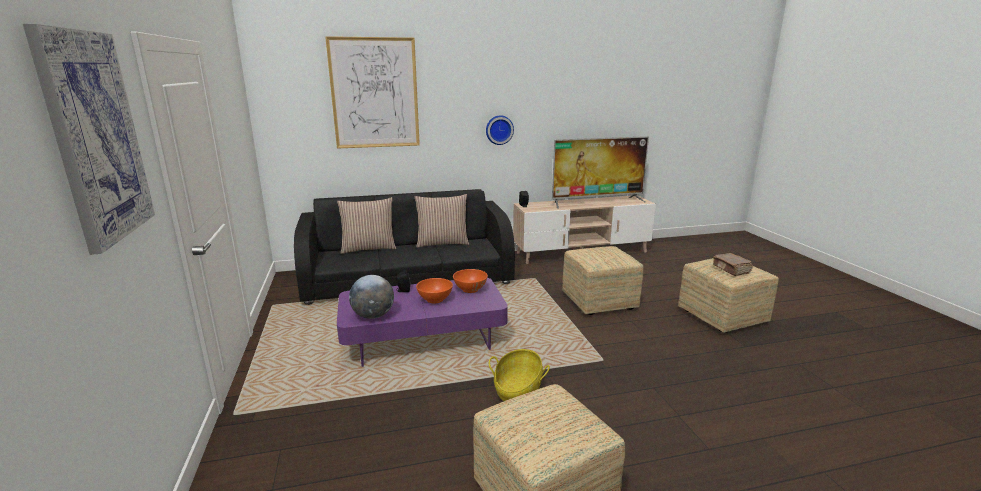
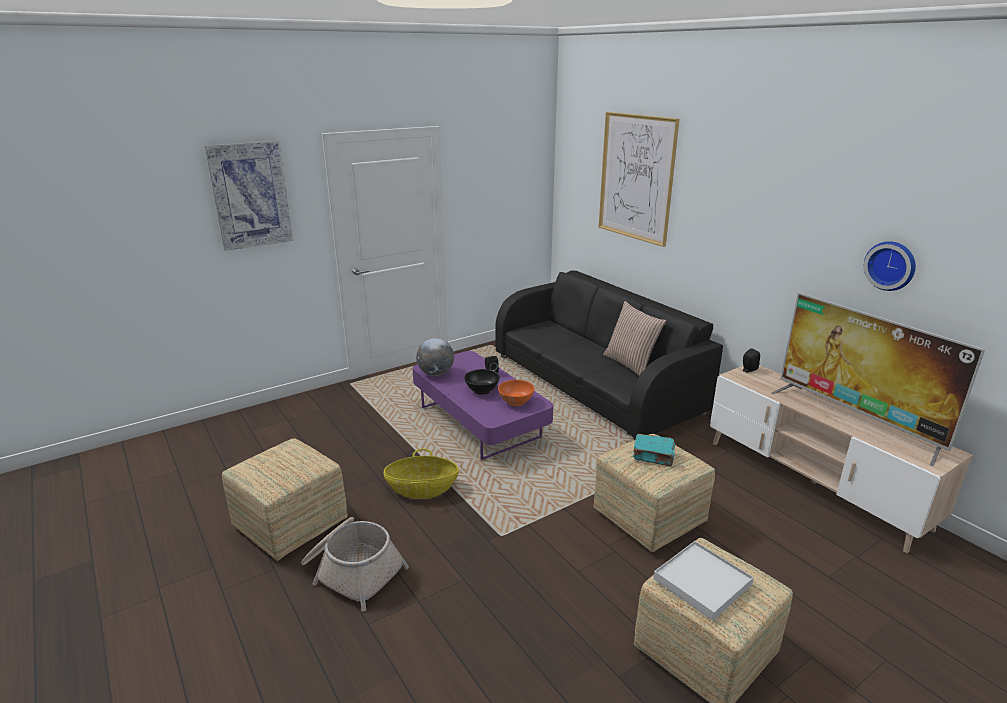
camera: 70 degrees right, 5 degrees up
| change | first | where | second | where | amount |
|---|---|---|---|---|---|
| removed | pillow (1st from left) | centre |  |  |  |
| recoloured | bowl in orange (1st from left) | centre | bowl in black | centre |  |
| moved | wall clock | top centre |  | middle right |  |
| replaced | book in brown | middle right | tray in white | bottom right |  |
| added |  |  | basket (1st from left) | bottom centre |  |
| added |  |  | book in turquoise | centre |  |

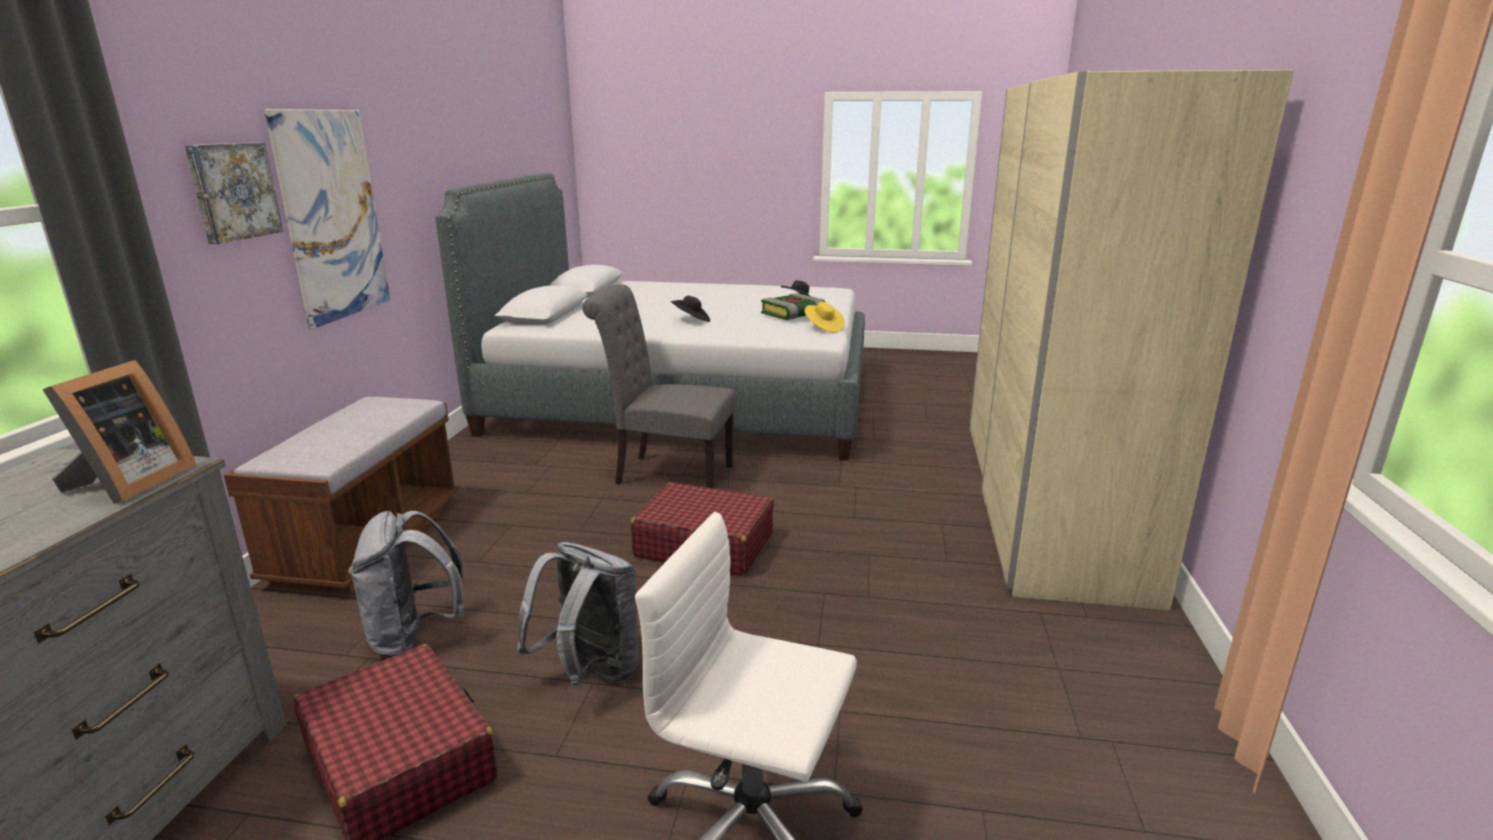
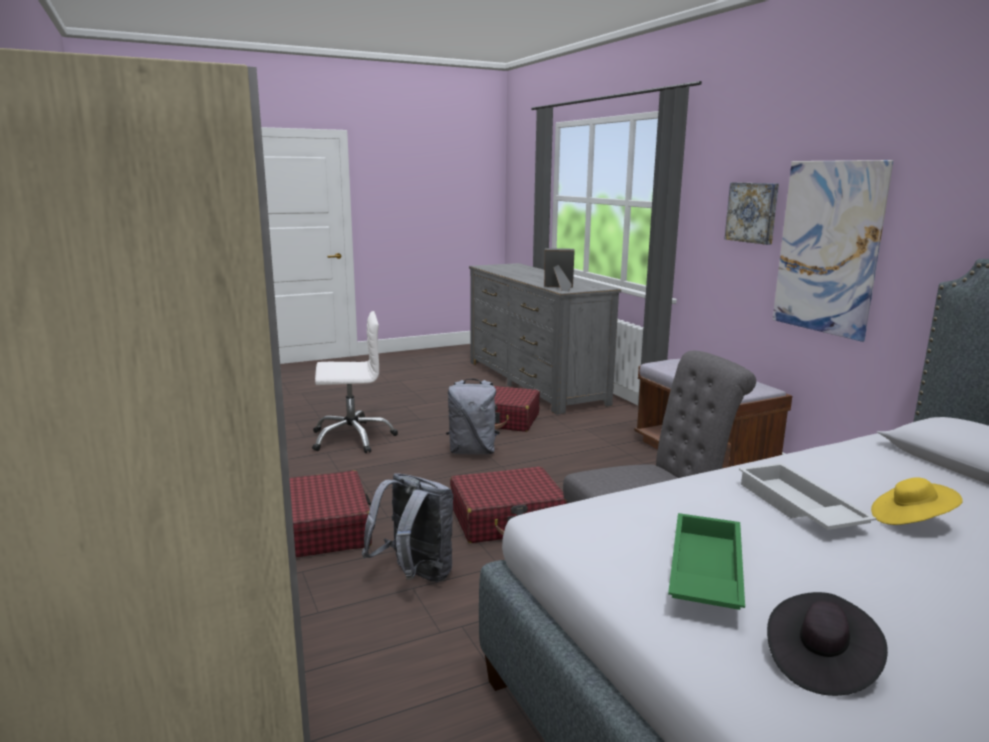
camera: 145 degrees right, 5 degrees down
| change | first | where | second | where | amount |
|---|---|---|---|---|---|
| turned | picture frame | middle left |  | centre | 120 degrees clockwise |
| moved | backpack in grey (1st from left) | bottom left |  | bottom centre |  |
| replaced | hat in black (1st from left) | centre | tray in white | bottom right |  |
| replaced | book | centre | tray in green | bottom right |  |
| moved | hat in yellow | centre |  | bottom right |  |
| added |  |  | suitcase in red (1st from left) | bottom centre |  |

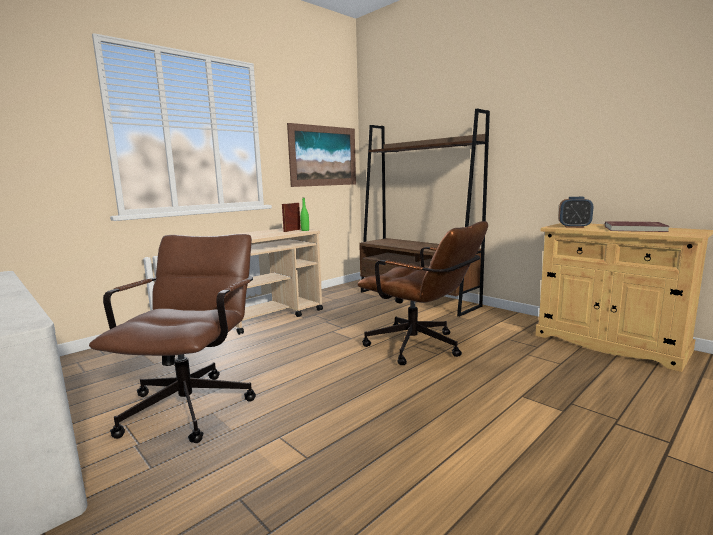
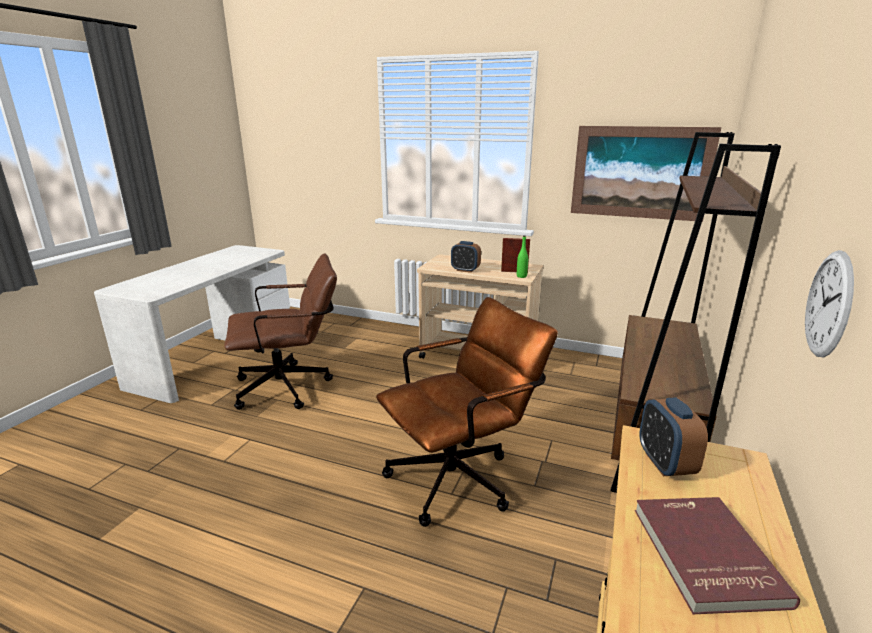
camera: 65 degrees right, 10 degrees up
| change | first | where | second | where | amount |
|---|---|---|---|---|---|
| turned | office chair in brown (2nd from left) | centre |  | centre | 135 degrees counterclockwise |
| added |  |  | alarm clock (1st from left) | centre |  |
| added |  |  | wall clock | middle right |  |

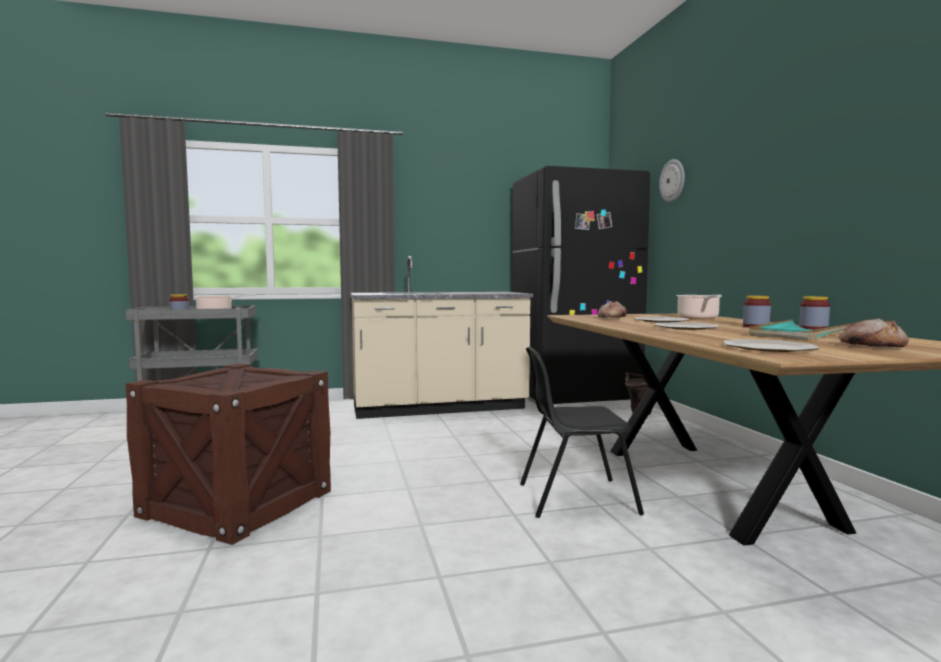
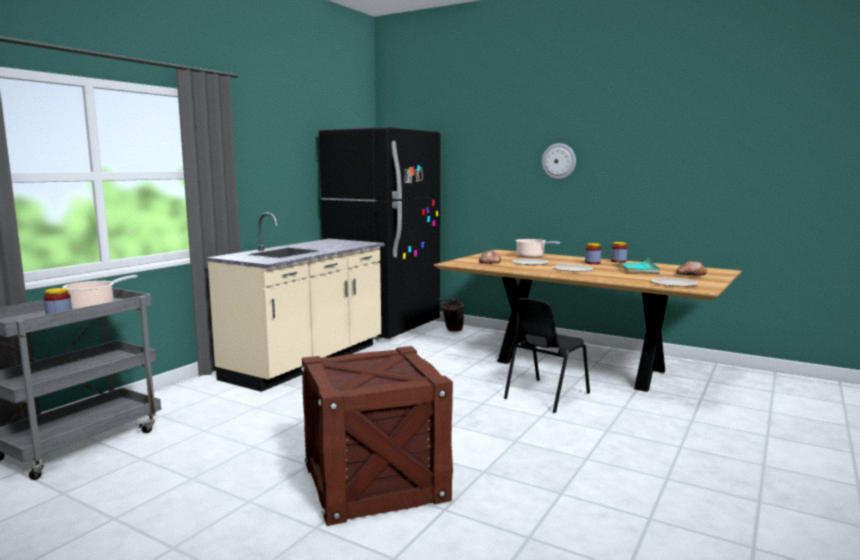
camera: 45 degrees left, 5 degrees up
| change | first | where | second | where | amount |
|---|---|---|---|---|---|
| moved | wall clock | top right |  | top centre |  |

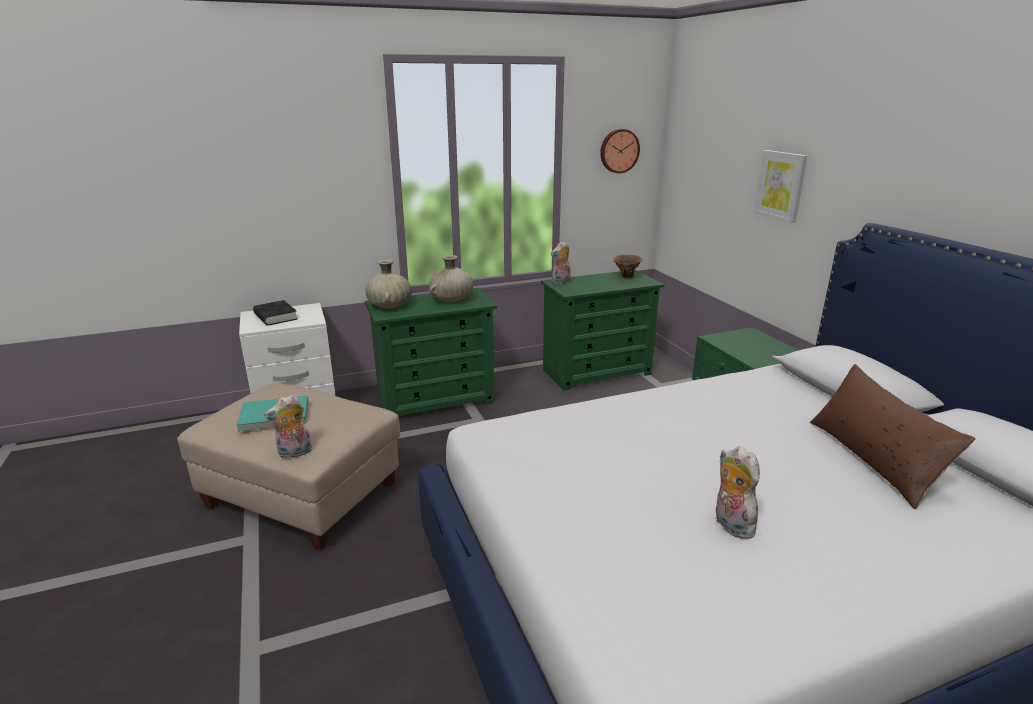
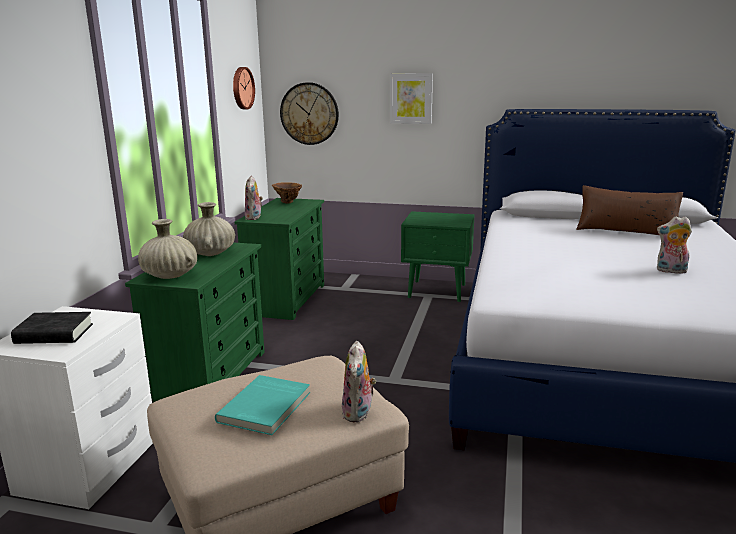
camera: 55 degrees left, 5 degrees down
| change | first | where | second | where | amount |
|---|---|---|---|---|---|
| added |  |  | wall clock (2nd from left) | top centre |  |

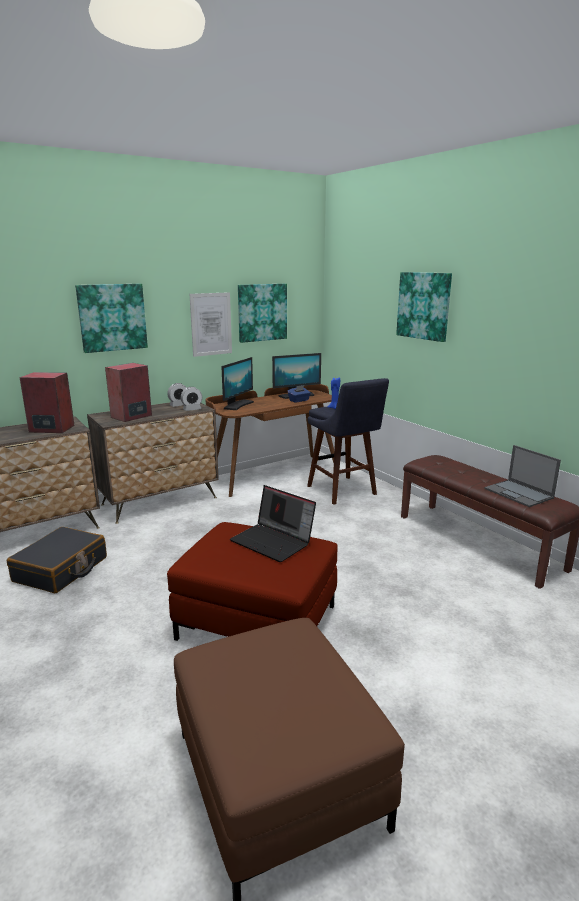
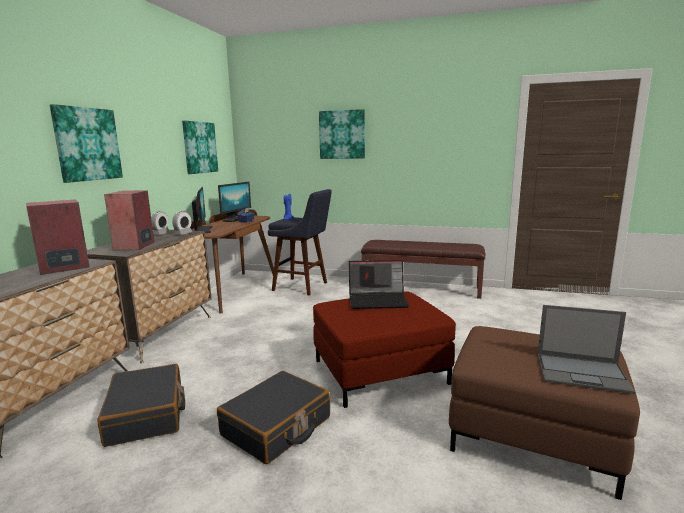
camera: 40 degrees left, 5 degrees down
| change | first | where | second | where | amount |
|---|---|---|---|---|---|
| removed | picture (2nd from left) | centre |  |  |  |
| moved | laptop (2nd from left) | middle right |  | bottom right |  |
| added |  |  | suitcase in black (2nd from left) | bottom centre |  |

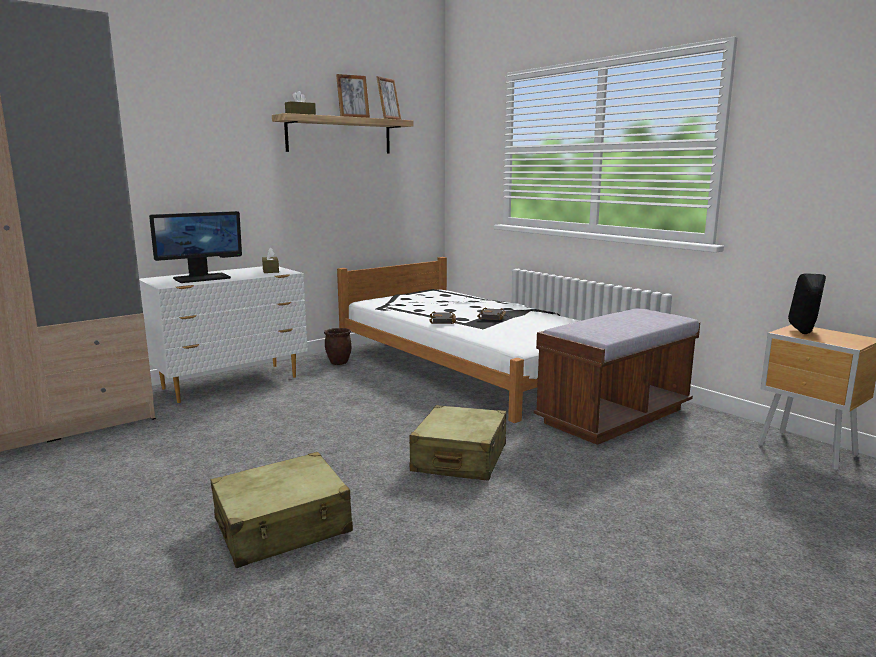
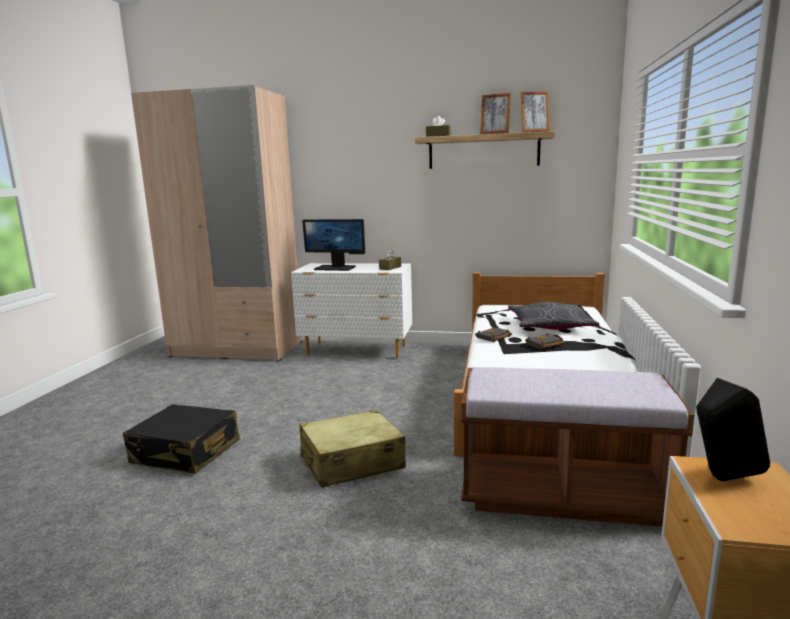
camera: 50 degrees right, 0 degrees up
| change | first | where | second | where | amount |
|---|---|---|---|---|---|
| recoloured | suitcase in beige (1st from left) | bottom left | suitcase in black | bottom left |  |
| removed | planter in brown | centre |  |  |  |
| added |  |  | pillow in grey | middle right |  |

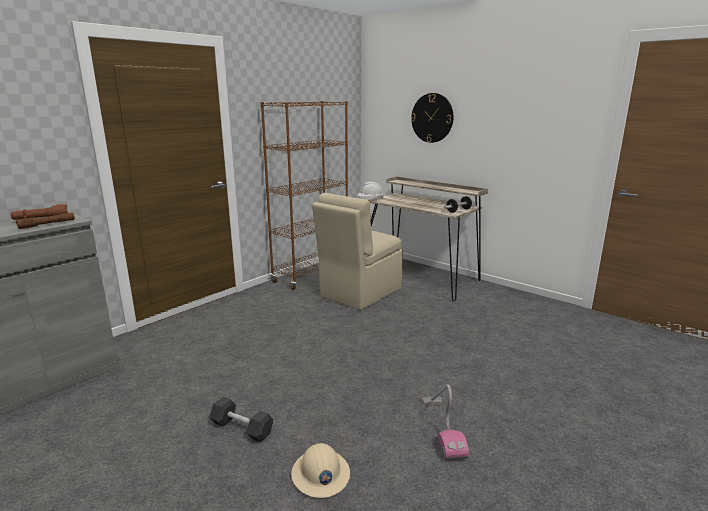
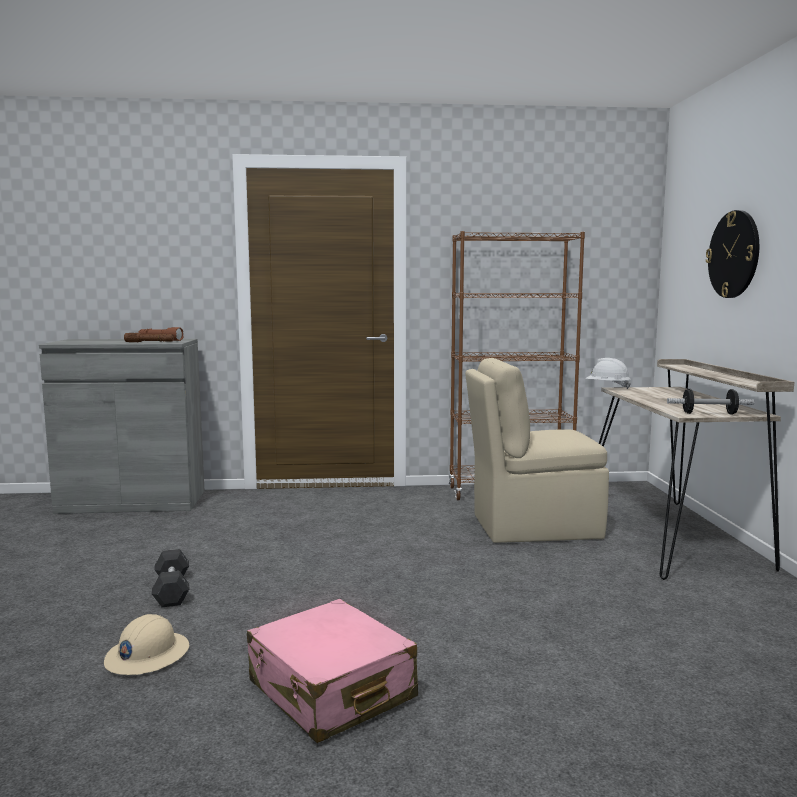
camera: 45 degrees right, 10 degrees down
| change | first | where | second | where | amount |
|---|---|---|---|---|---|
| replaced | vacuum cleaner | bottom centre | suitcase in pink | bottom centre |  |

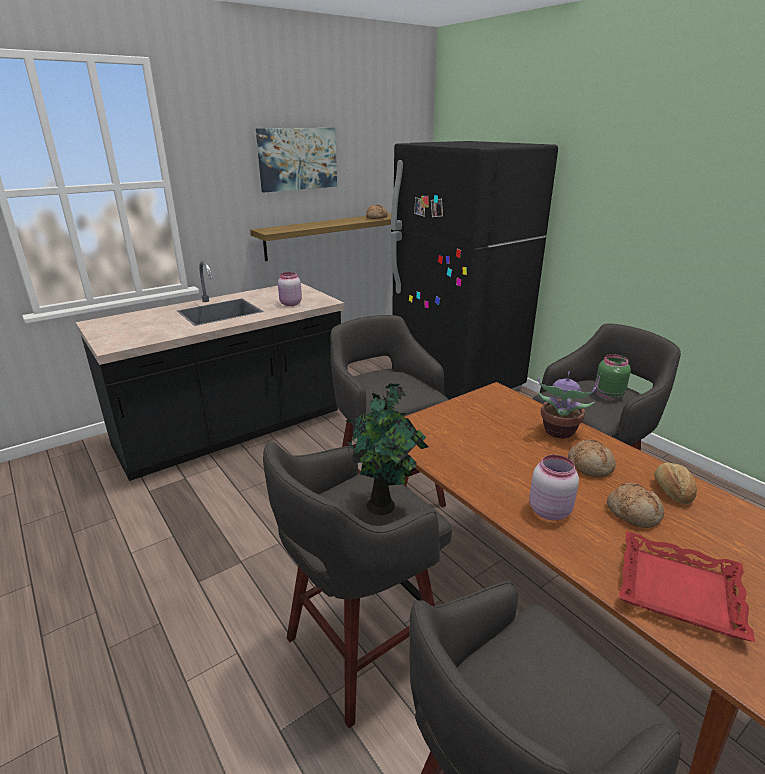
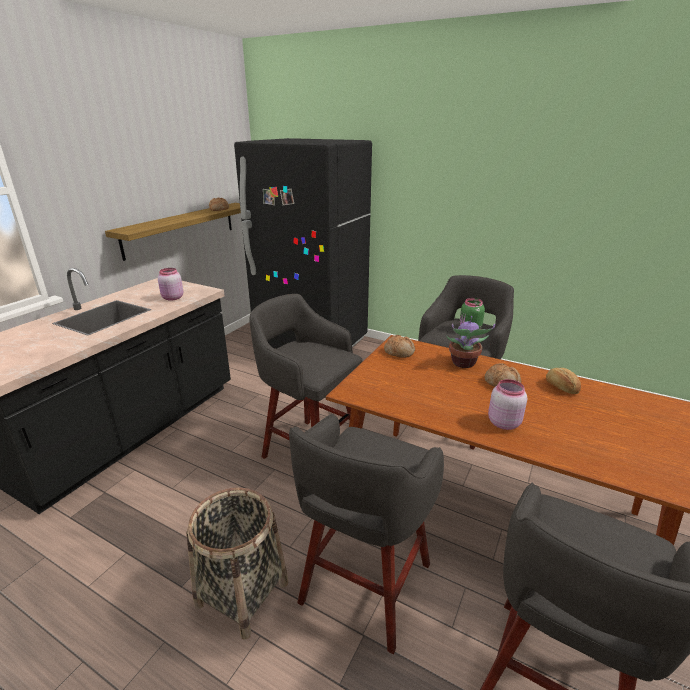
camera: 25 degrees left, 0 degrees up
| change | first | where | second | where | amount |
|---|---|---|---|---|---|
| removed | picture | top centre |  |  |  |
| removed | potted plant (1st from left) | centre |  |  |  |
| moved | bread (3rd from left in the first image) | middle right | bread (2nd from left) | centre |  |
| removed | tray in red | bottom right |  |  |  |
| added |  |  | basket | bottom centre |  |

